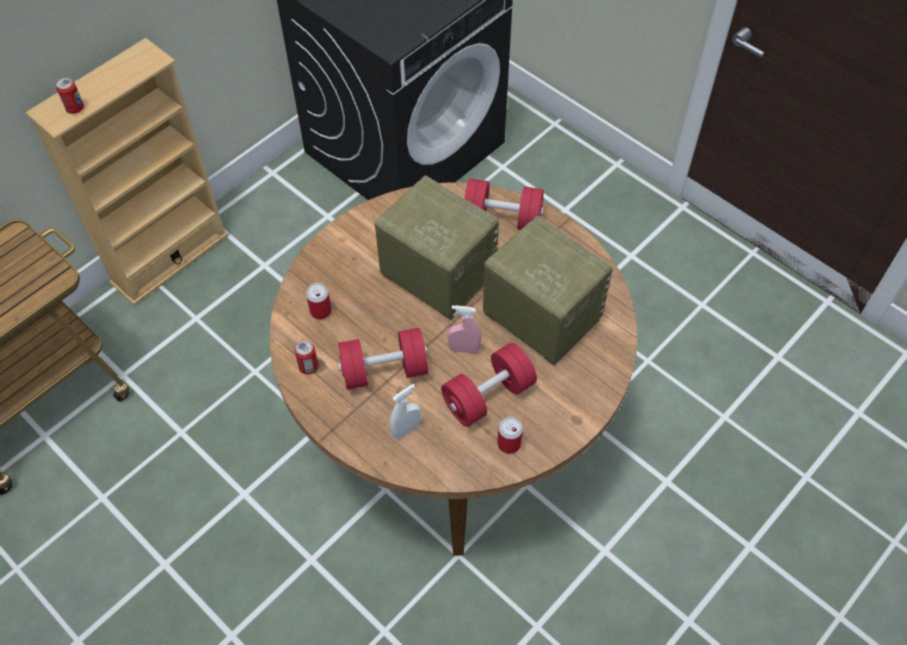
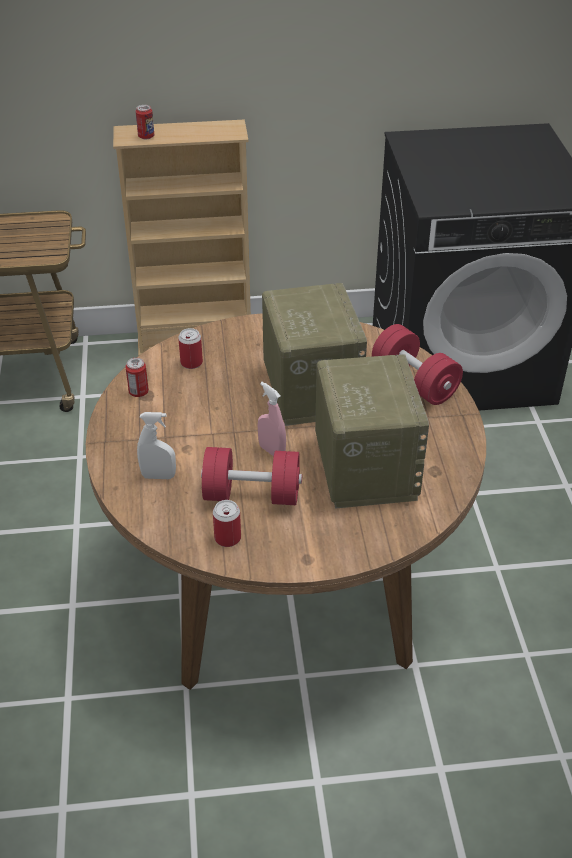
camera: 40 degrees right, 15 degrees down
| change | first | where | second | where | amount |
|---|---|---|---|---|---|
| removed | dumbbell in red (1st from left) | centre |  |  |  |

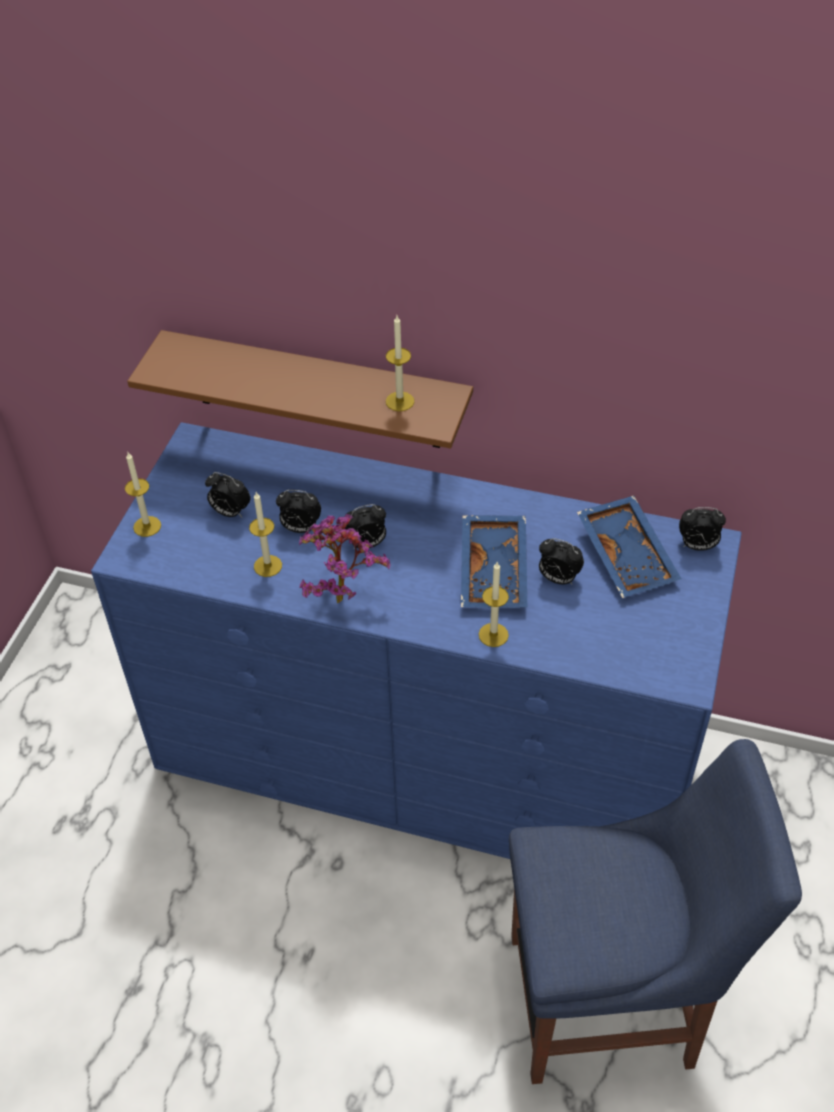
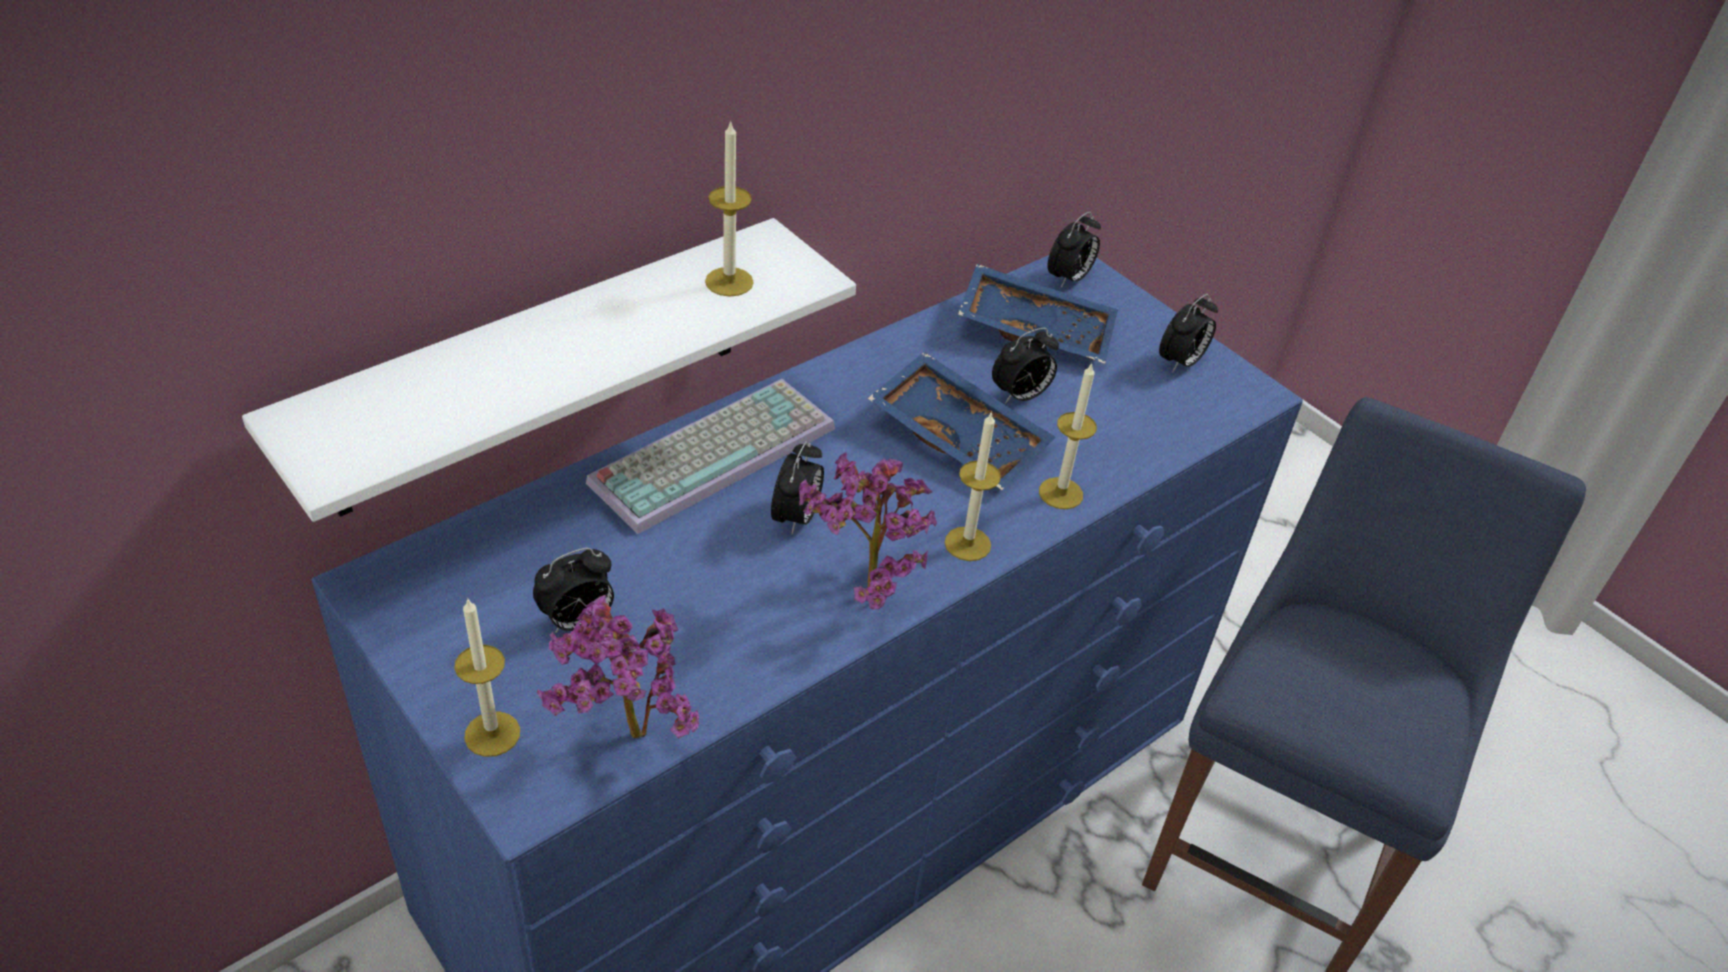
camera: 60 degrees left, 5 degrees down
| change | first | where | second | where | amount |
|---|---|---|---|---|---|
| recoloured | shelf in brown | centre | shelf in white | middle left |  |
| moved | candle (2nd from left in the first image) | middle left | candle (3rd from left) | centre |  |
| moved | alarm clock (2nd from left in the first image) | centre | alarm clock (5th from left) | middle right |  |
| added |  |  | potted plant (1st from left) | bottom centre |  |
| added |  |  | keyboard | centre |  |

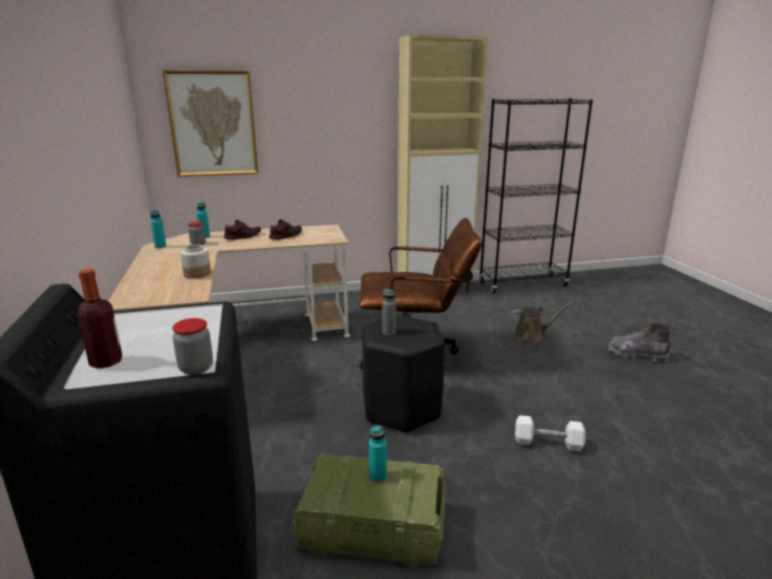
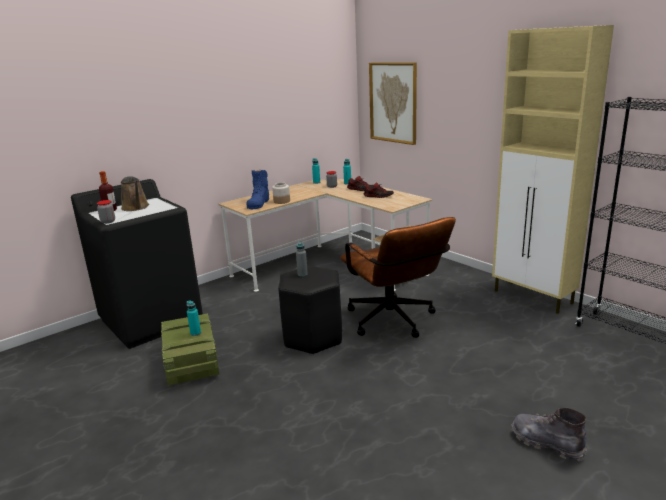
camera: 65 degrees right, 0 degrees up
| change | first | where | second | where | amount |
|---|---|---|---|---|---|
| moved | watering can in brown | middle right |  | middle left |  |
| removed | dumbbell in white | bottom right |  |  |  |
| turned | boot in grey | middle right |  | bottom right | 45 degrees counterclockwise |
| added |  |  | boot in blue | centre |  |

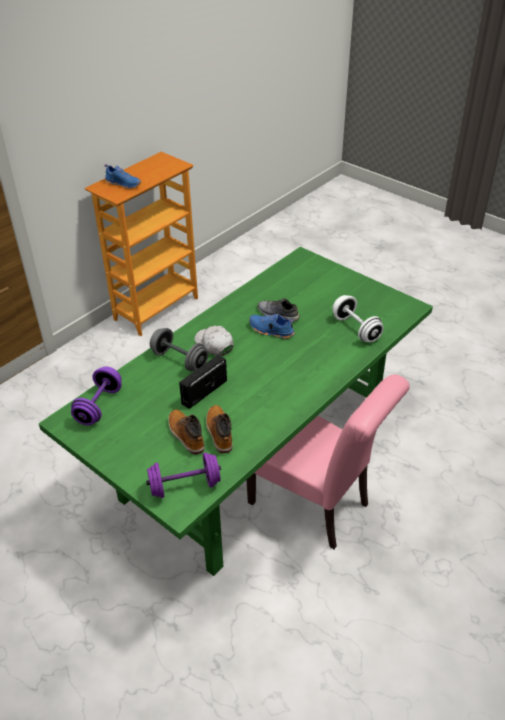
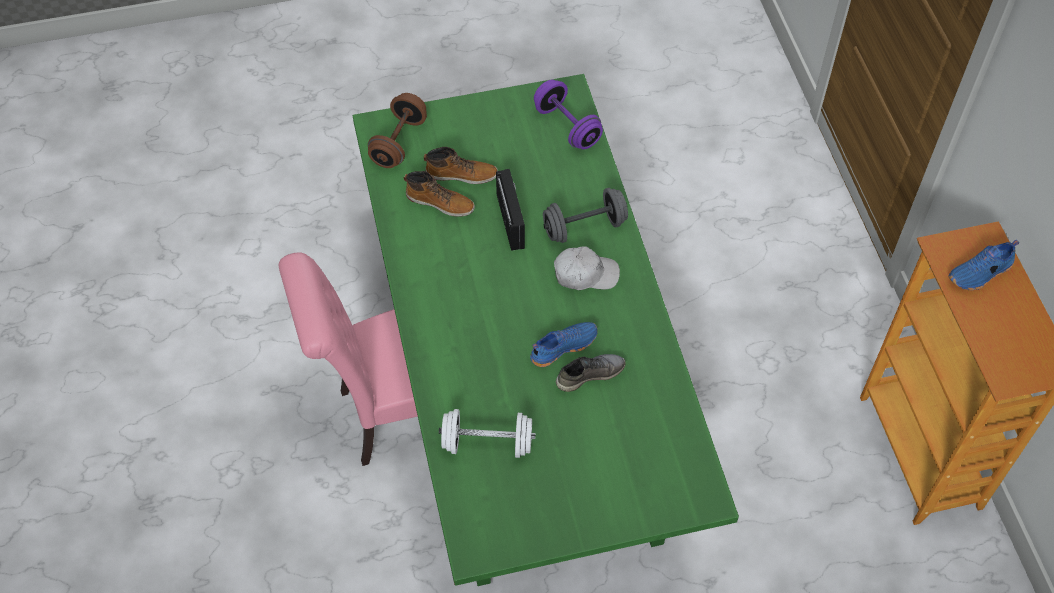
camera: 125 degrees right, 15 degrees up
| change | first | where | second | where | amount |
|---|---|---|---|---|---|
| recoloured | dumbbell in purple (2nd from left) | centre | dumbbell in brown | top centre |  |

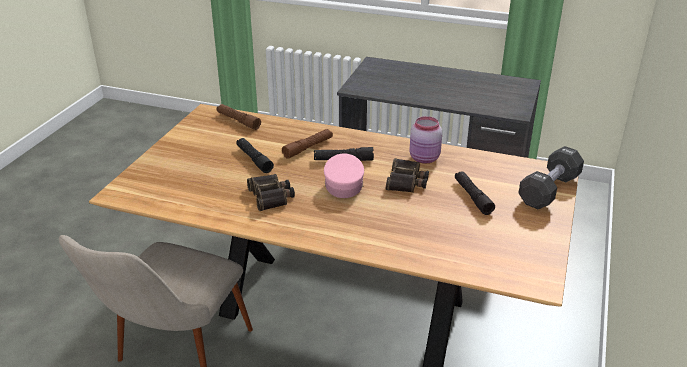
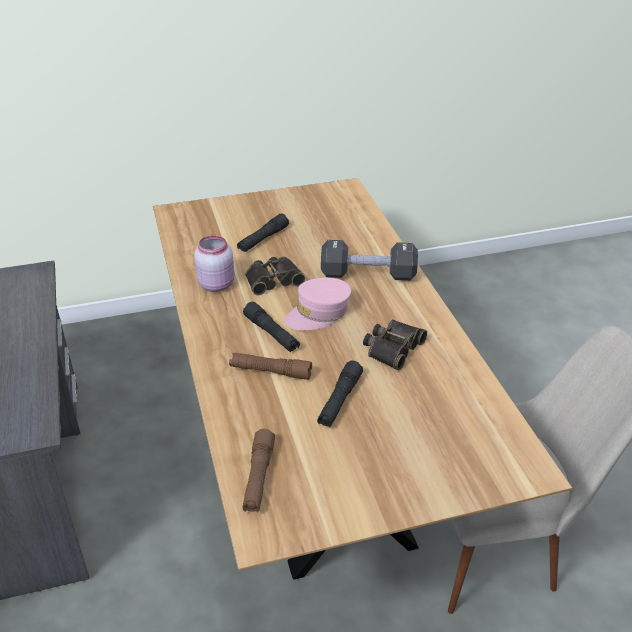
camera: 125 degrees left, 5 degrees up
| change | first | where | second | where | amount |
|---|---|---|---|---|---|
| moved | dumbbell in black | middle right |  | centre |  |

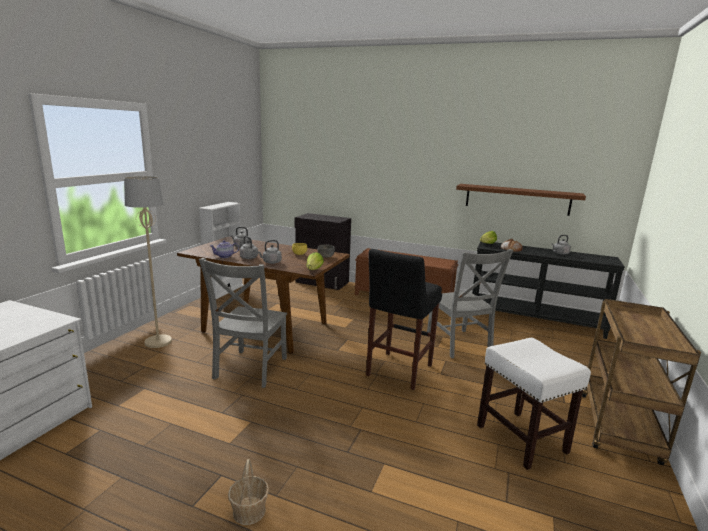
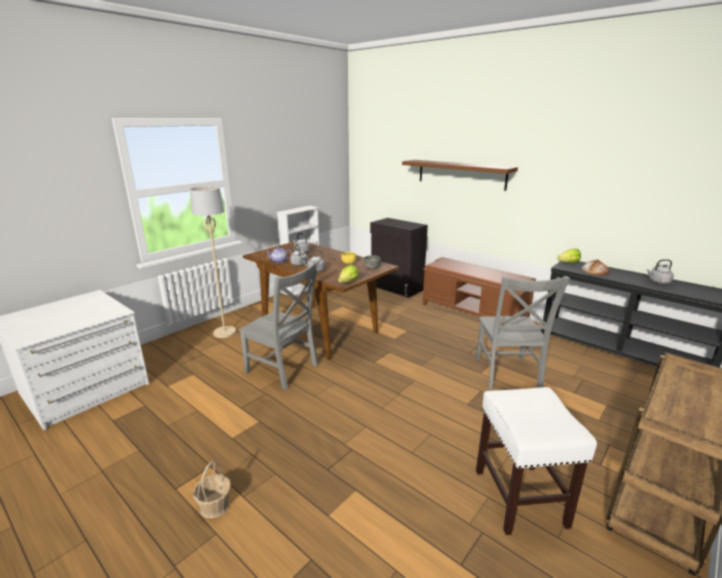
camera: 20 degrees right, 5 degrees up
| change | first | where | second | where | amount |
|---|---|---|---|---|---|
| turned | chair in grey (1st from left) | centre |  | centre | 90 degrees counterclockwise |
| removed | stool in black | centre |  |  |  |
| moved | shelf in brown | middle right |  | top centre |  |

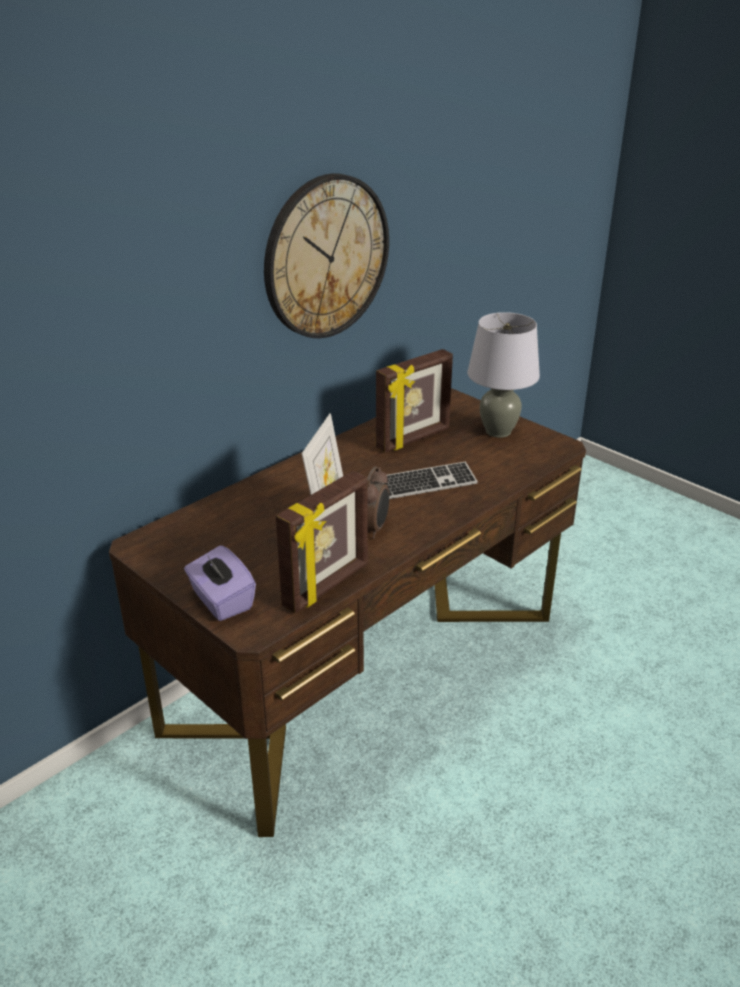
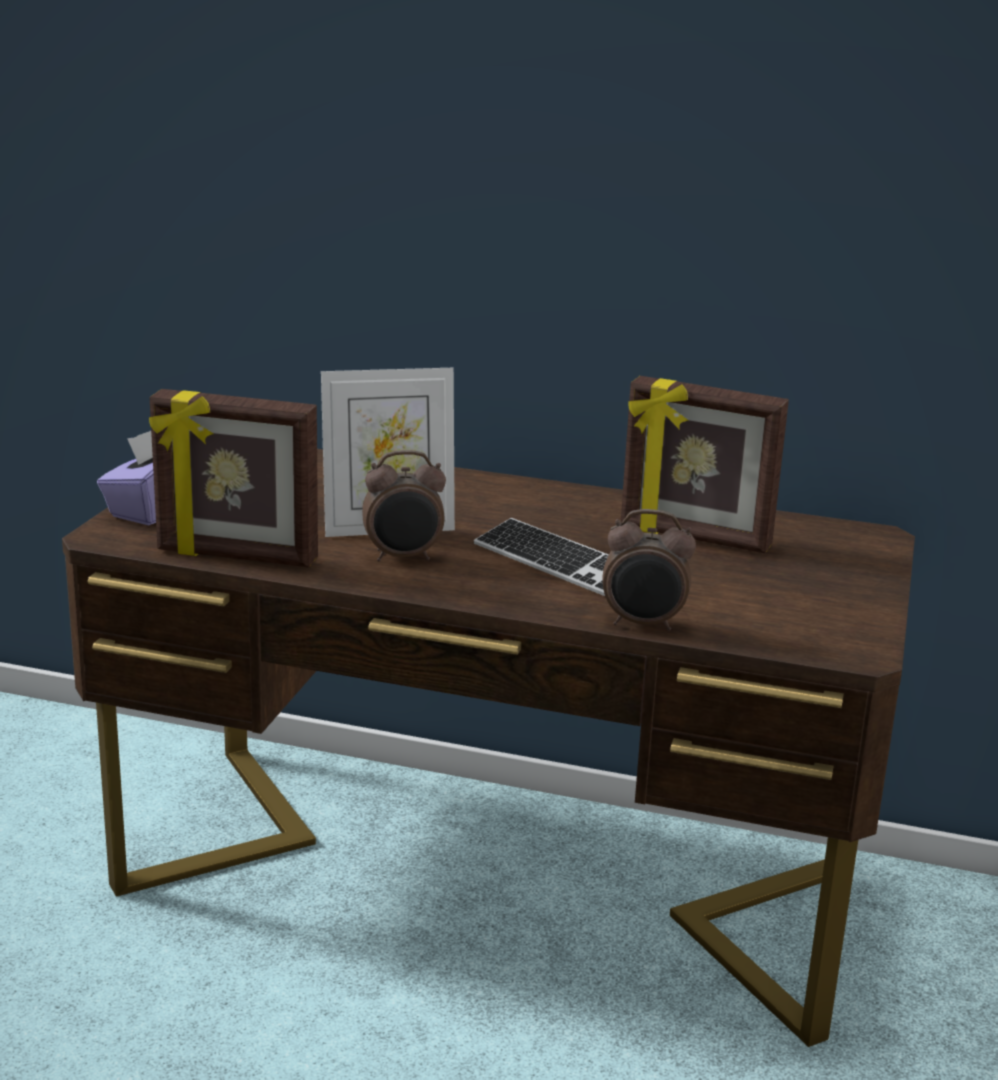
camera: 60 degrees right, 10 degrees down
| change | first | where | second | where | amount |
|---|---|---|---|---|---|
| removed | wall clock | top centre |  |  |  |
| removed | table lamp in grey | middle right |  |  |  |
| added |  |  | alarm clock (2nd from left) | centre |  |

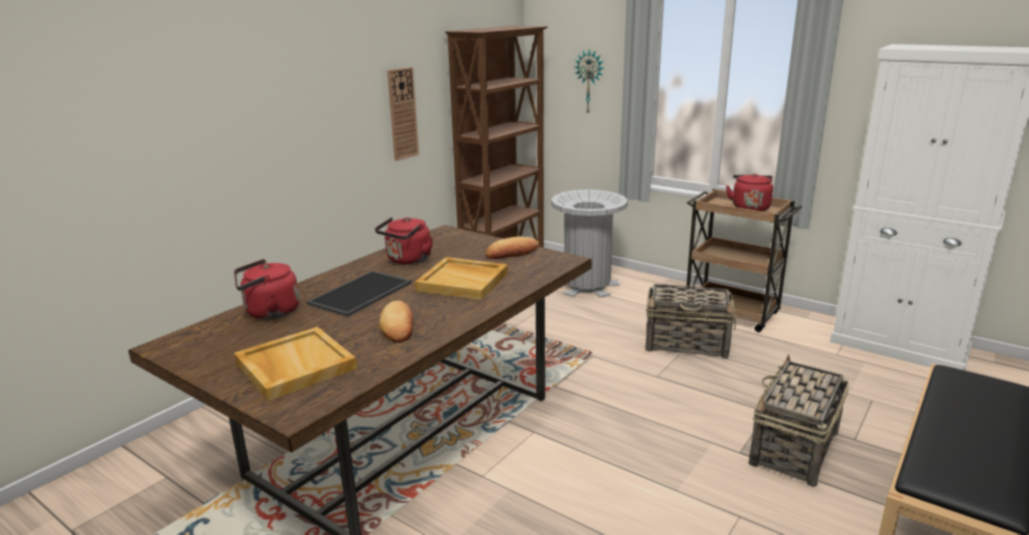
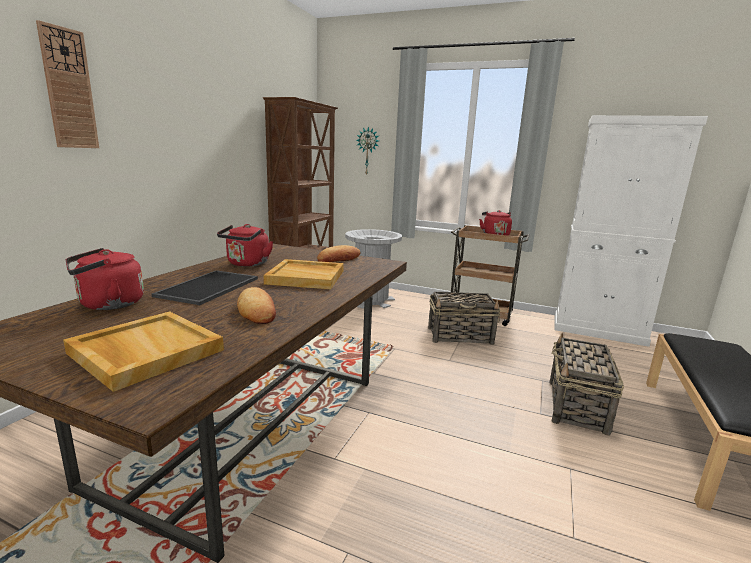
camera: 15 degrees left, 5 degrees down
| change | first | where | second | where | amount |
|---|---|---|---|---|---|
| moved | wall clock (1st from left) | top centre |  | top left |  |

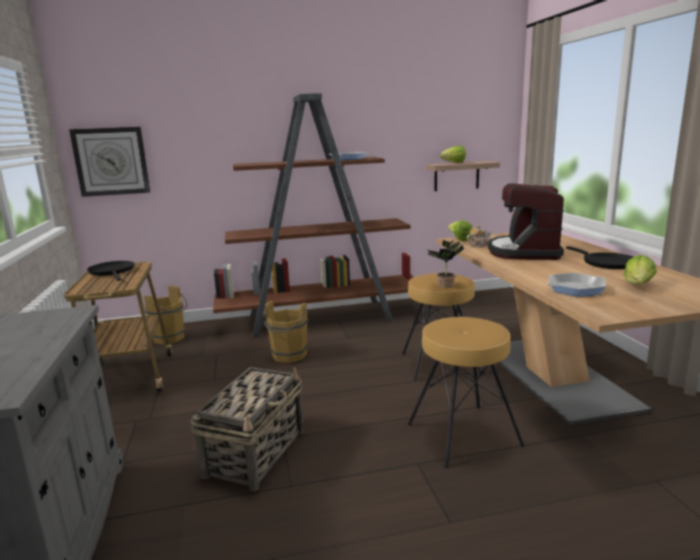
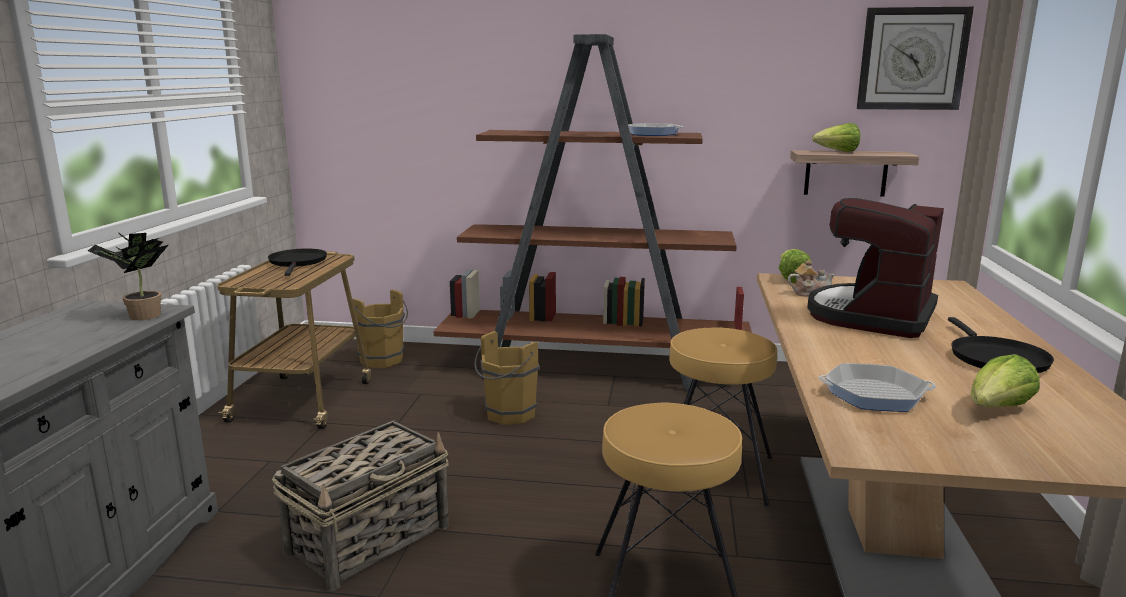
camera: 20 degrees right, 0 degrees up
| change | first | where | second | where | amount |
|---|---|---|---|---|---|
| moved | wall clock | top left |  | top right |  |
| moved | potted plant | centre |  | middle left |  |

